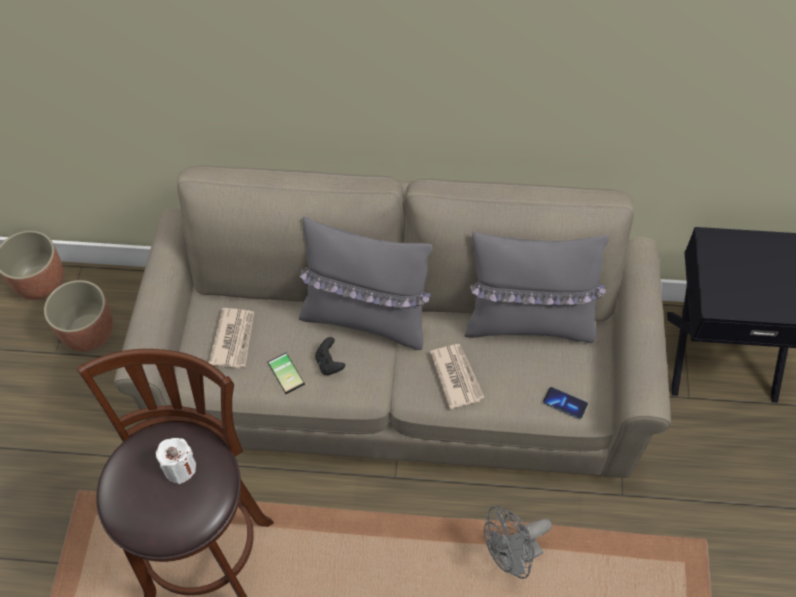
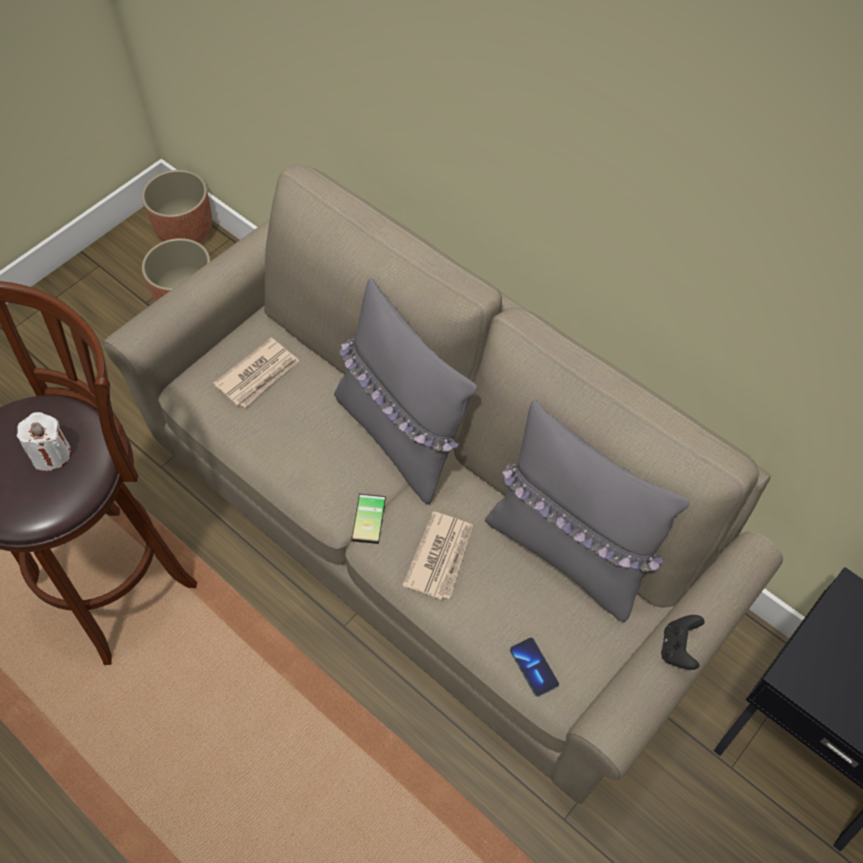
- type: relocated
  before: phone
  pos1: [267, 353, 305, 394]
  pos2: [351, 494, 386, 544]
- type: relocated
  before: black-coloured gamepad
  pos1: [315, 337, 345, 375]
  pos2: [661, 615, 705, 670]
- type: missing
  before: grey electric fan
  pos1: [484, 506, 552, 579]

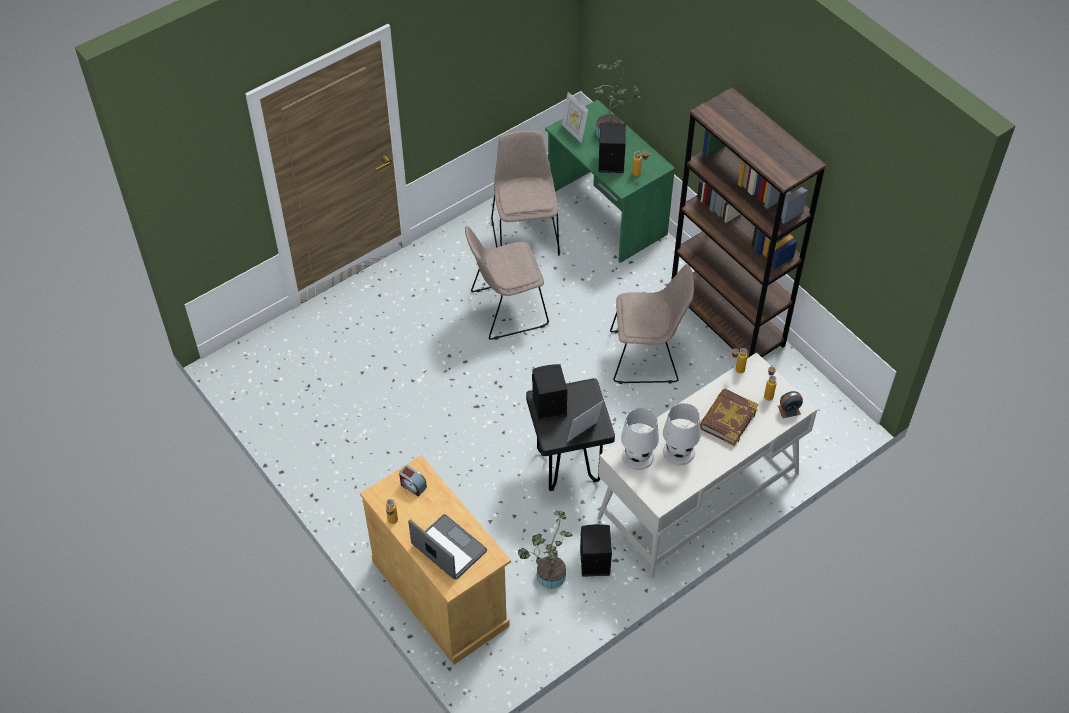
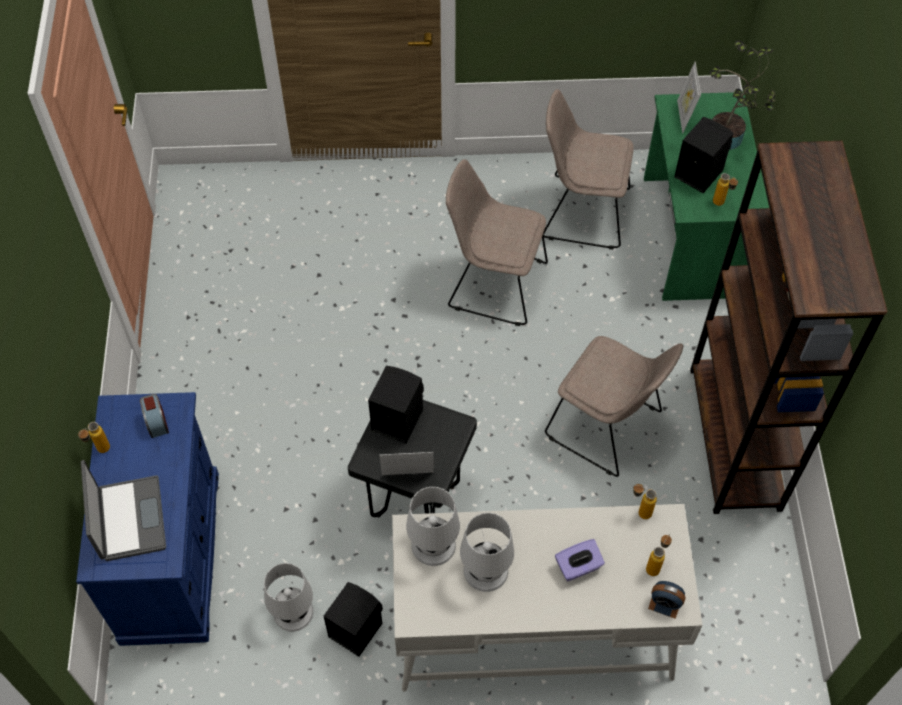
- type: colour
  before: sand-coloured cabinet
  after: bluish cabinet
  pos1: [360, 456, 511, 665]
  pos2: [76, 392, 219, 646]
- type: exchanged
  before: potted plant
  after: white-coloured tabletop lamp
  pos1: [518, 511, 572, 589]
  pos2: [264, 563, 313, 632]
- type: spun
  before: sand-coloured upright chair
  pos1: [491, 131, 560, 256]
  pos2: [543, 89, 634, 249]
  turn: -105
- type: exchanged
  before: book
  after: purple tissue box
  pos1: [700, 389, 759, 446]
  pos2: [555, 539, 605, 581]

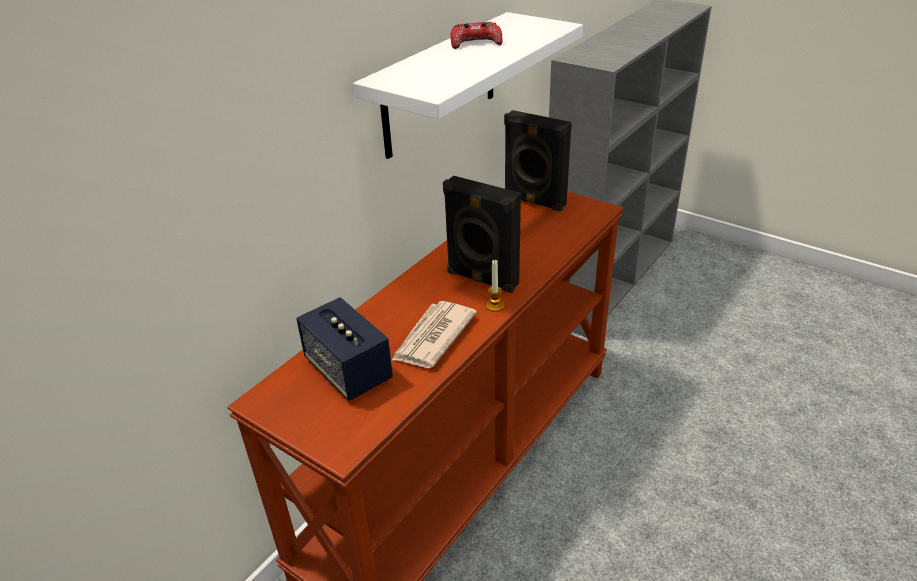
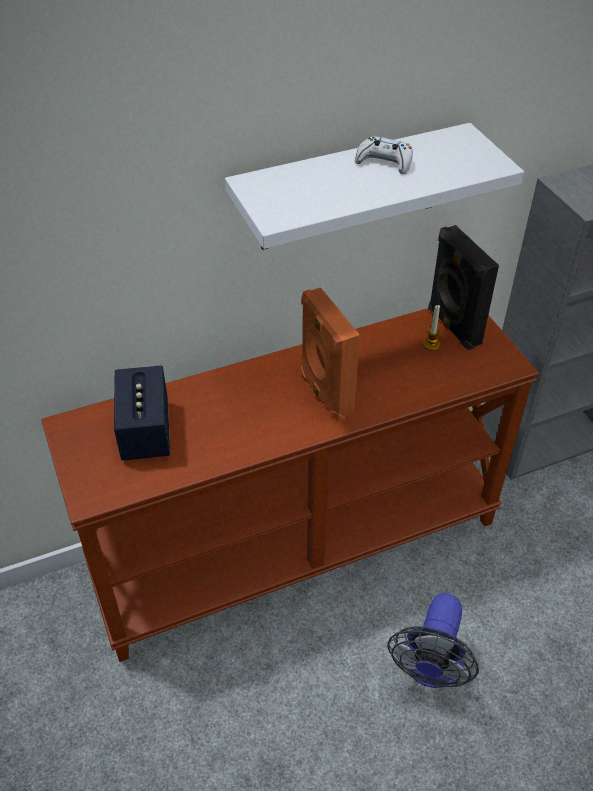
- type: colour
  before: black-coloured audio speaker
  after: orangey audio speaker
  pos1: [443, 176, 521, 293]
  pos2: [301, 287, 360, 421]
- type: colour
  before: red gamepad
  after: white-coloured gamepad
  pos1: [451, 21, 503, 49]
  pos2: [355, 137, 413, 174]
- type: appeared
  after: electric fan
  pos2: [388, 593, 479, 688]
- type: relocated
  before: wax candle
  pos1: [486, 260, 504, 312]
  pos2: [423, 305, 440, 351]
- type: missing
  before: daily paper
  pos1: [391, 301, 477, 368]

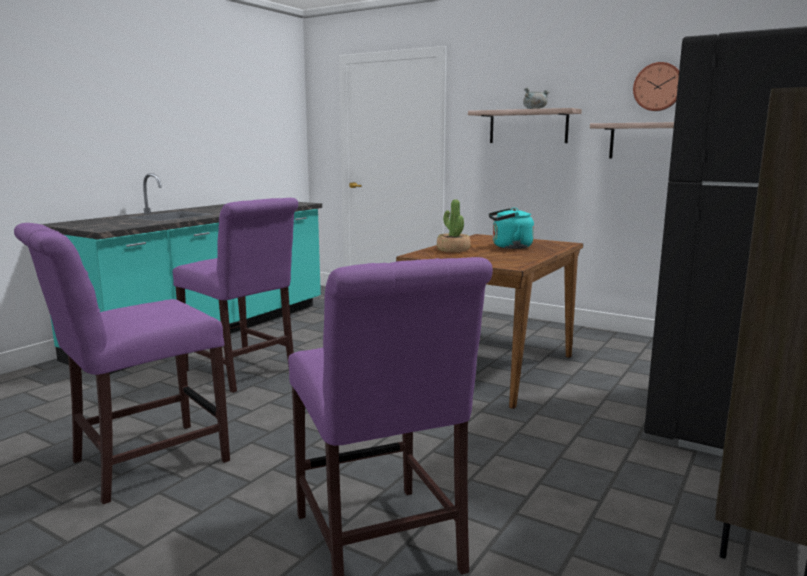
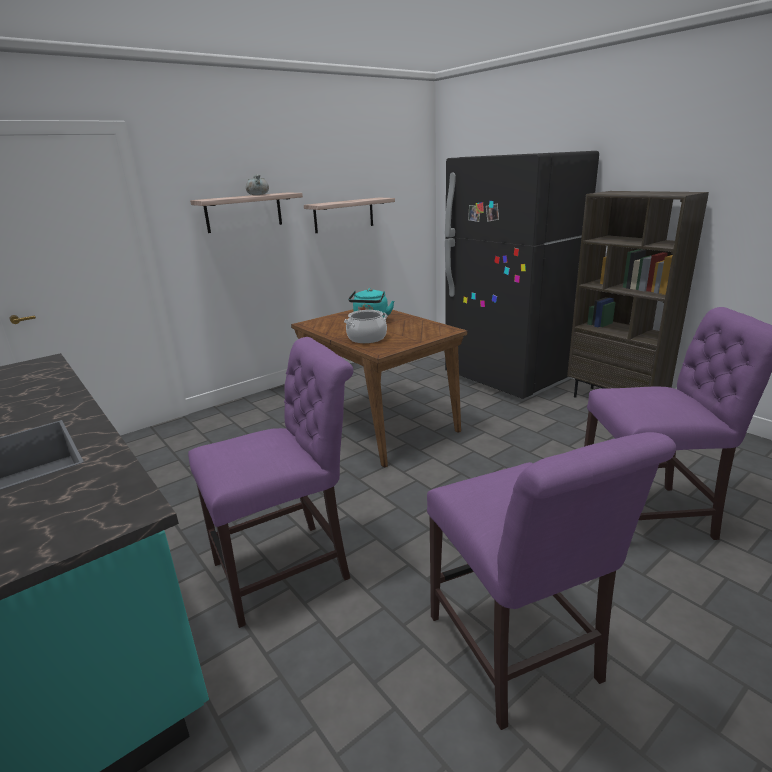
- type: exchanged
  before: potted plant
  after: stockpot
  pos1: [437, 199, 471, 252]
  pos2: [344, 310, 387, 343]
- type: missing
  before: wall clock
  pos1: [633, 62, 679, 111]

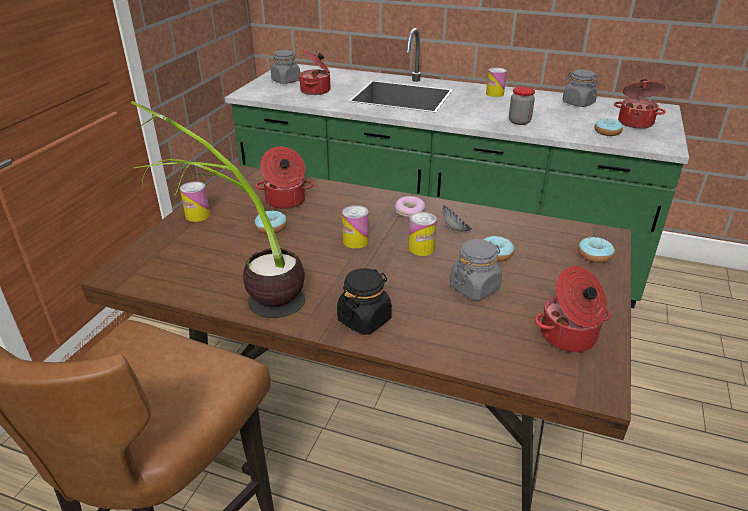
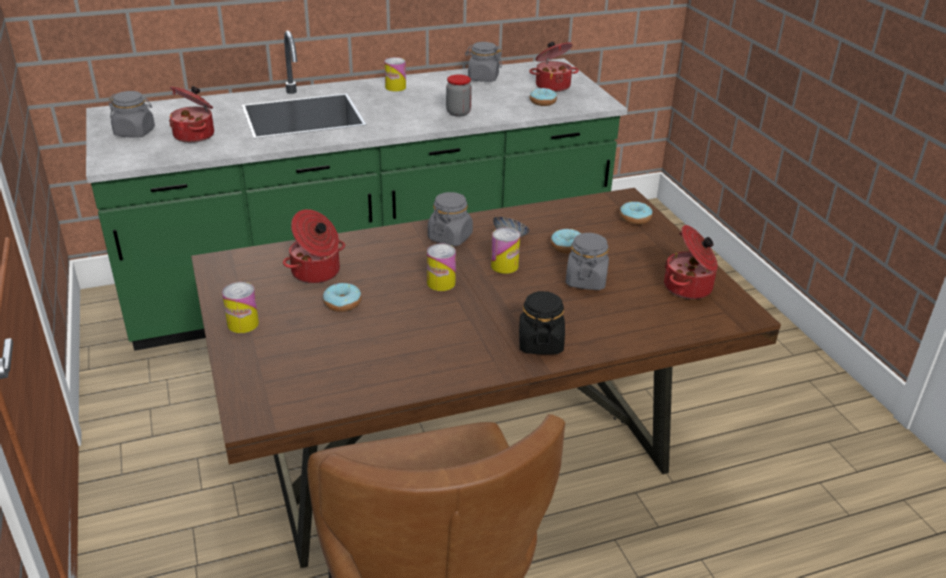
- type: exchanged
  before: doughnut
  after: grey jar
  pos1: [395, 196, 425, 218]
  pos2: [428, 192, 473, 246]
- type: missing
  before: potted plant
  pos1: [131, 101, 305, 318]

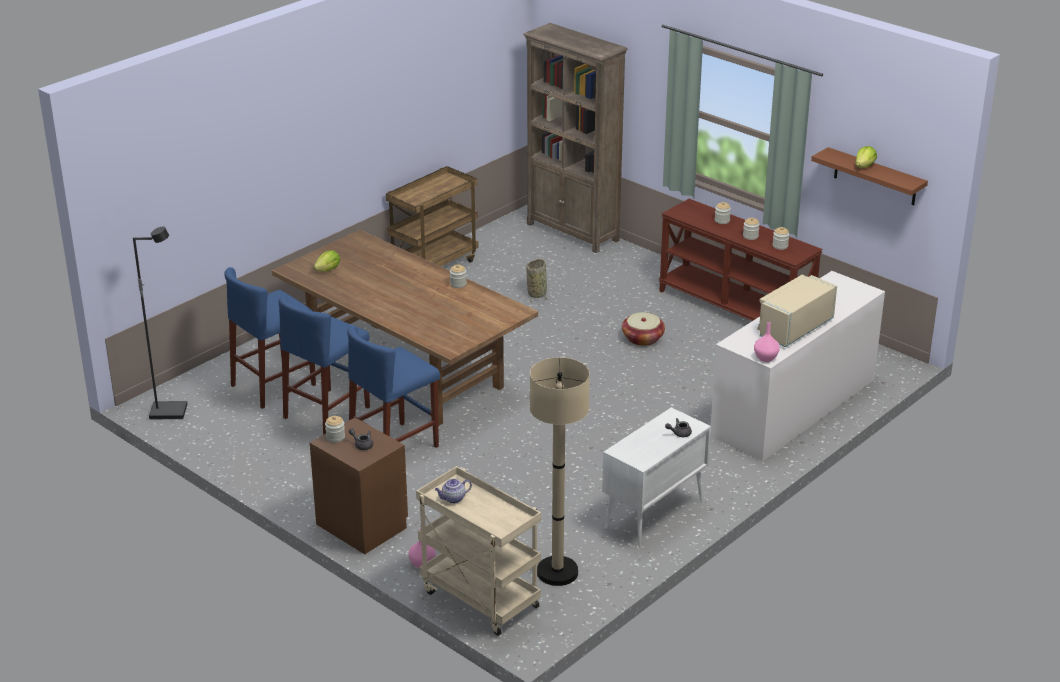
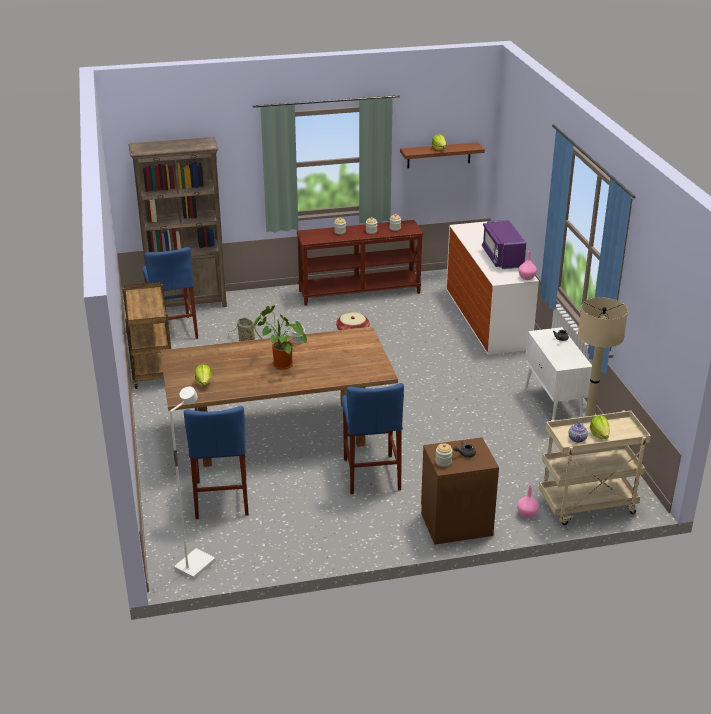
- type: relocated
  before: bluish stool
  pos1: [279, 296, 370, 435]
  pos2: [142, 247, 198, 339]
- type: colour
  before: black-coloured standard lamp
  after: white-coloured standard lamp
  pos1: [133, 226, 187, 419]
  pos2: [170, 386, 215, 579]
- type: appeared
  after: potted plant
  pos2: [253, 305, 307, 370]
- type: colour
  before: sand-coloured kitchen microwave
  after: purple kitchen microwave
  pos1: [757, 275, 837, 347]
  pos2: [482, 220, 526, 269]
- type: appeared
  after: lettuce head
  pos2: [590, 415, 610, 439]

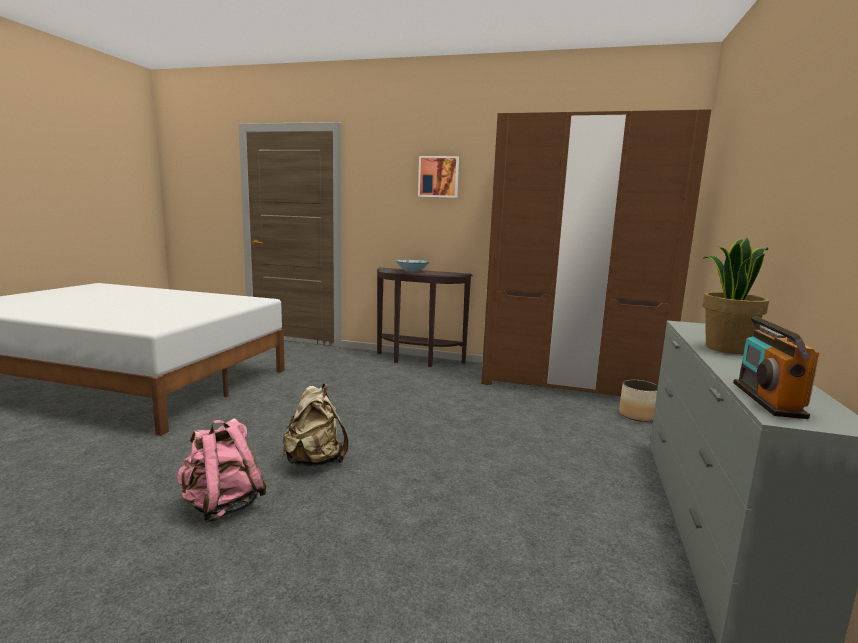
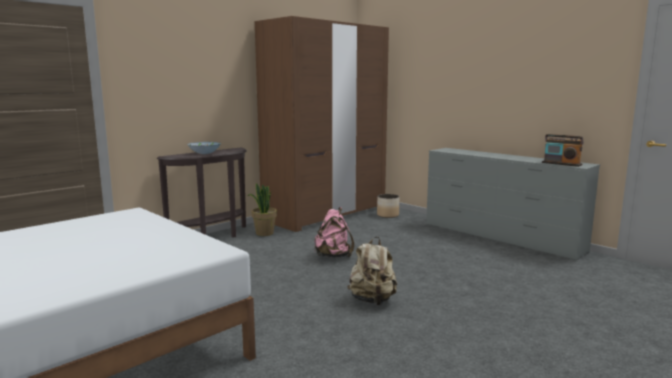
- type: relocated
  before: potted plant
  pos1: [702, 237, 769, 354]
  pos2: [247, 183, 277, 236]
- type: relocated
  before: pinkish backpack
  pos1: [177, 418, 267, 523]
  pos2: [314, 207, 354, 258]
- type: missing
  before: picture
  pos1: [418, 156, 459, 198]

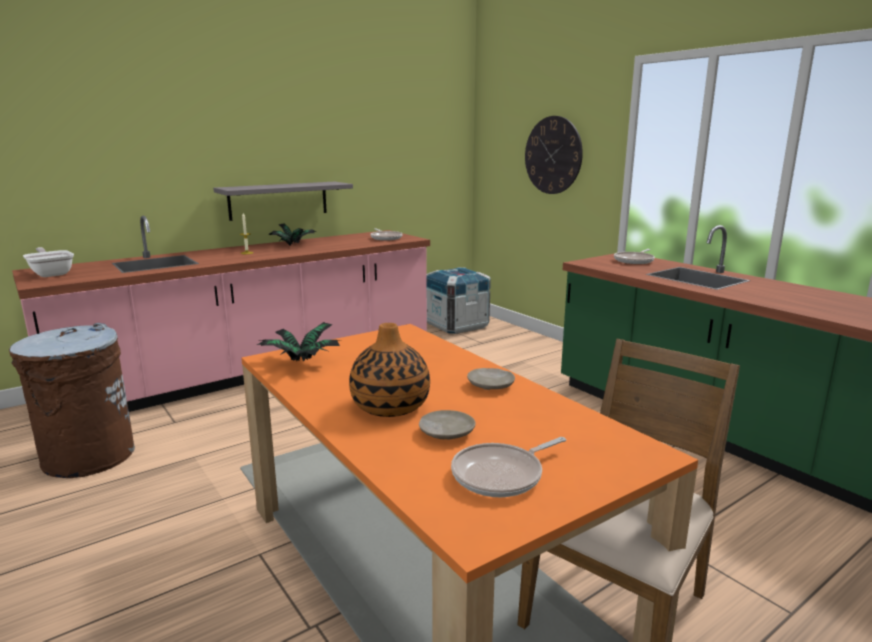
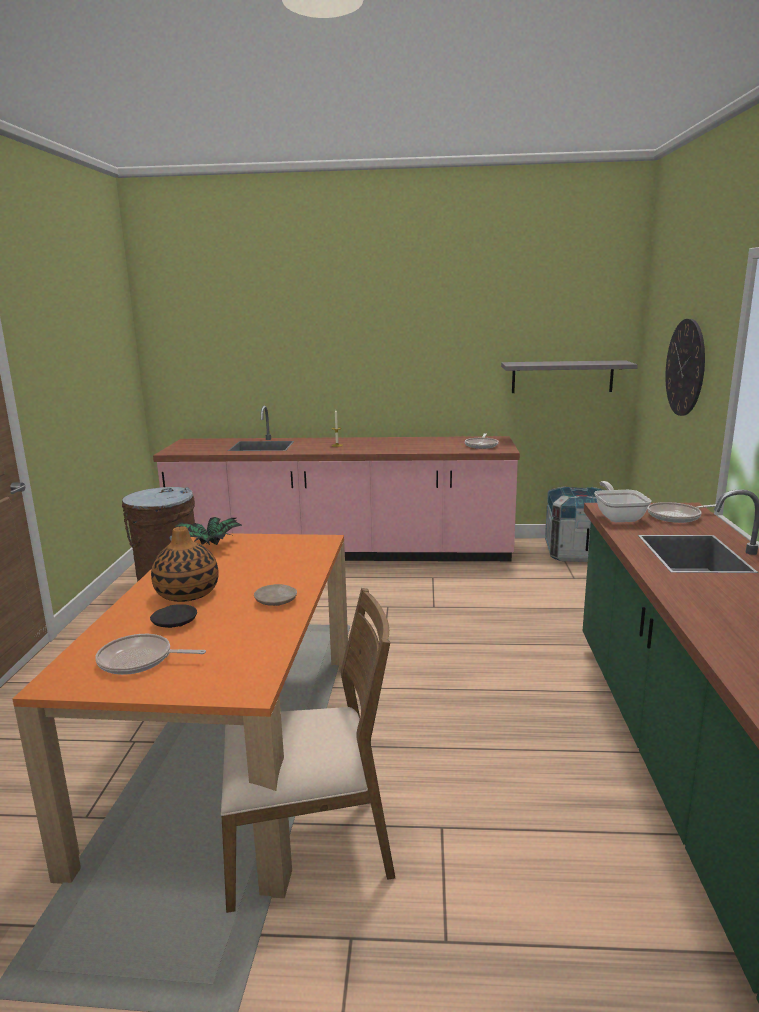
- type: colour
  before: sand-coloured dinner plate
  after: black-coloured dinner plate
  pos1: [419, 410, 476, 439]
  pos2: [150, 604, 197, 628]
- type: relocated
  before: grey bracket shelf
  pos1: [213, 182, 353, 221]
  pos2: [501, 360, 638, 393]
- type: relocated
  before: skillet
  pos1: [23, 247, 74, 277]
  pos2: [594, 481, 652, 522]
- type: missing
  before: potted plant
  pos1: [269, 223, 317, 246]

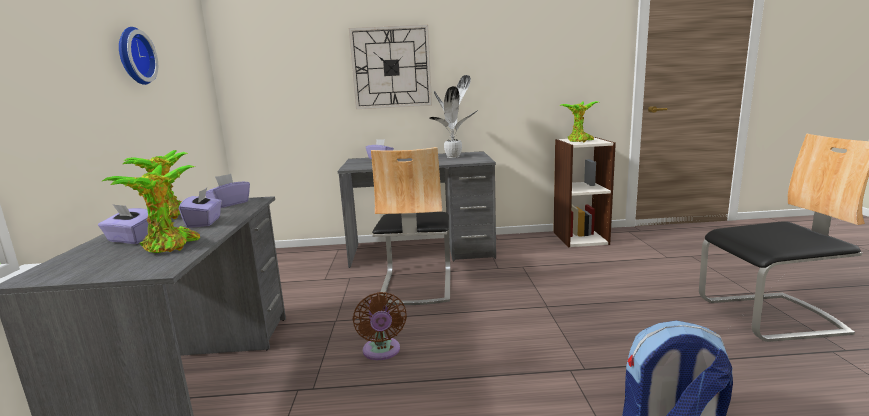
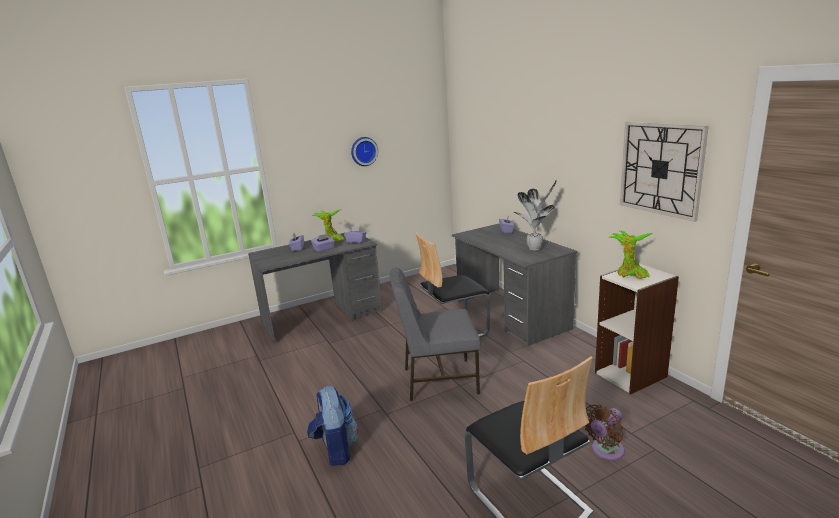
- type: appeared
  after: grey upright chair
  pos2: [390, 268, 481, 401]
- type: relocated
  before: brown electric fan
  pos1: [353, 292, 407, 360]
  pos2: [585, 404, 625, 460]
- type: relocated
  before: wall clock
  pos1: [349, 25, 432, 109]
  pos2: [620, 122, 709, 222]
- type: missing
  before: potted plant
  pos1: [102, 164, 200, 253]

